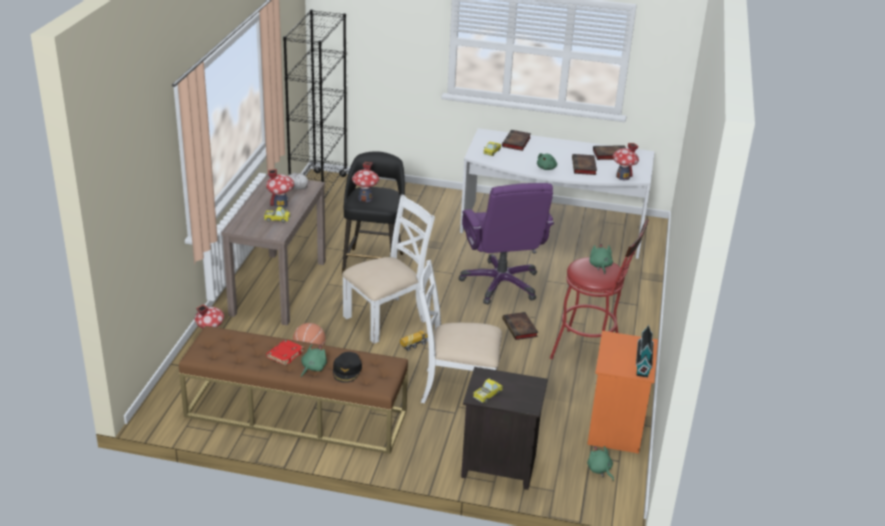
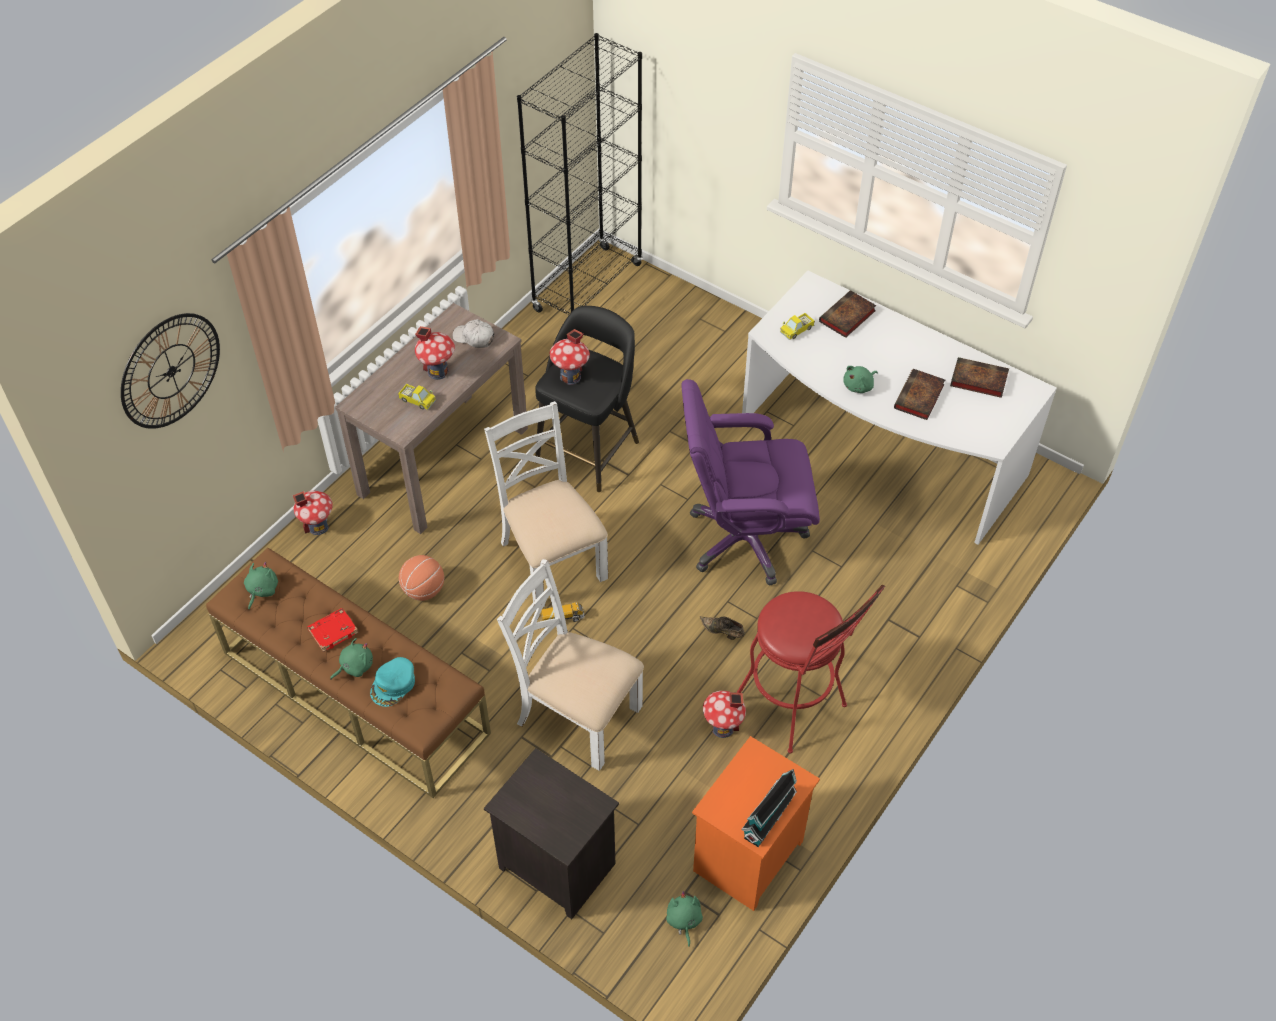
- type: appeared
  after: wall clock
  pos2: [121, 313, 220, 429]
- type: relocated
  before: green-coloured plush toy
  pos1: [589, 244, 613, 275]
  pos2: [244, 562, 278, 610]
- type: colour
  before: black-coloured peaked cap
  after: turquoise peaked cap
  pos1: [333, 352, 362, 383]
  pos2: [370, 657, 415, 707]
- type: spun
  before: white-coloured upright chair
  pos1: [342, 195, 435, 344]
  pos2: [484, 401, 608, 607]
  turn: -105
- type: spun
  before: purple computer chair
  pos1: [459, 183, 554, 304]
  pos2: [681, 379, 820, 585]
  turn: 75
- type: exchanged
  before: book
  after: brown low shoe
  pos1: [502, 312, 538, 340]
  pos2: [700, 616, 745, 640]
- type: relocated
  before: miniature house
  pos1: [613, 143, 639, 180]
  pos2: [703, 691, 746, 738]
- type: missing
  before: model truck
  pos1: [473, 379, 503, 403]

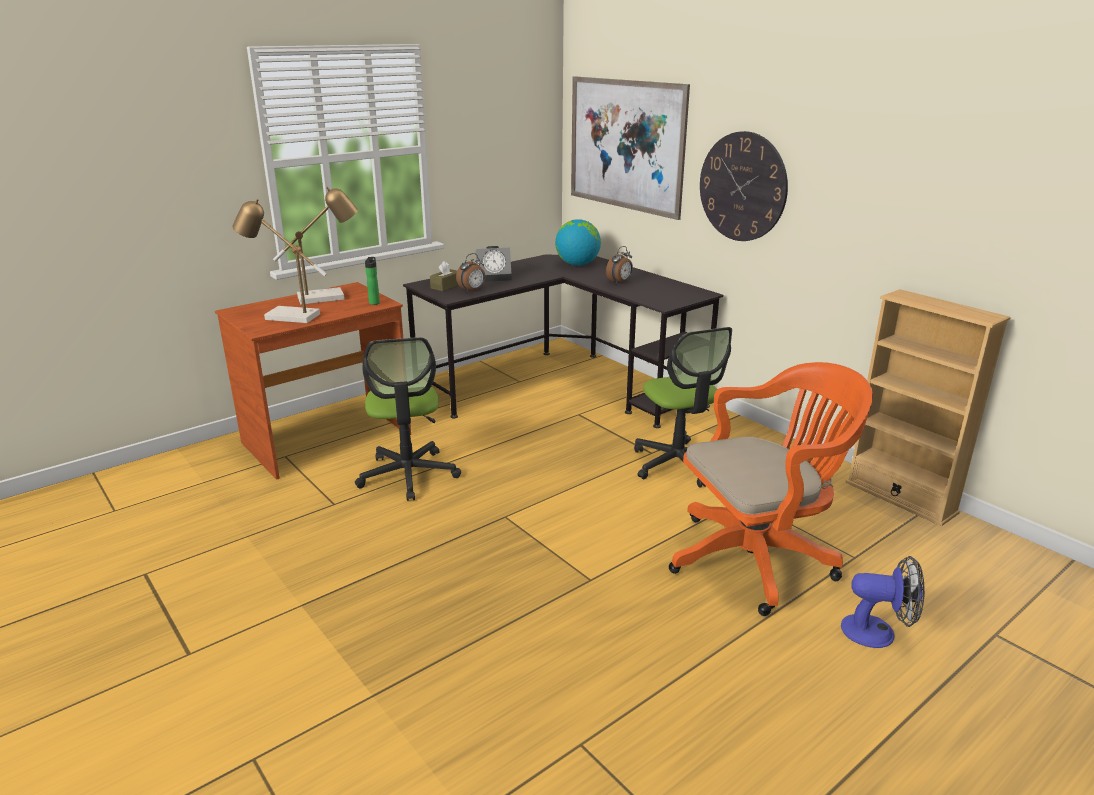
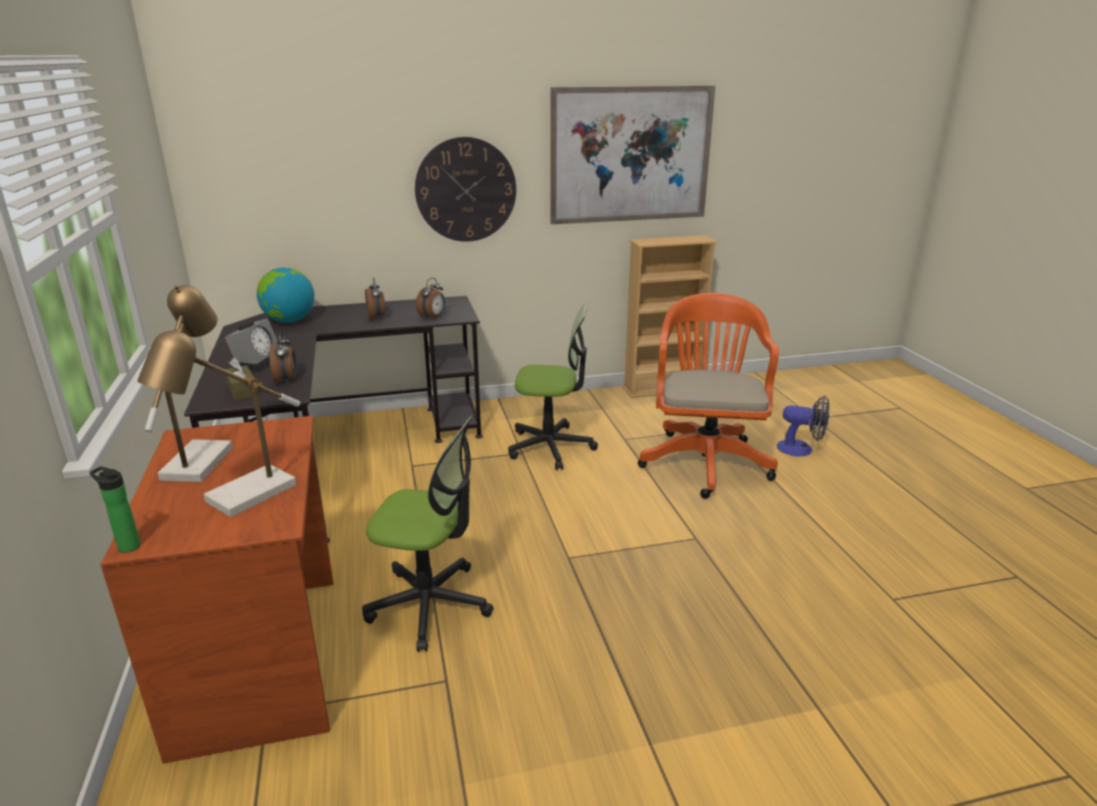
- type: relocated
  before: beverage bottle
  pos1: [365, 257, 380, 305]
  pos2: [89, 466, 141, 553]
- type: appeared
  after: bedside clock
  pos2: [416, 278, 445, 320]
- type: relocated
  before: picture
  pos1: [571, 76, 690, 220]
  pos2: [550, 86, 715, 224]
- type: spun
  before: electric fan
  pos1: [841, 556, 925, 648]
  pos2: [777, 395, 829, 456]
  turn: 75

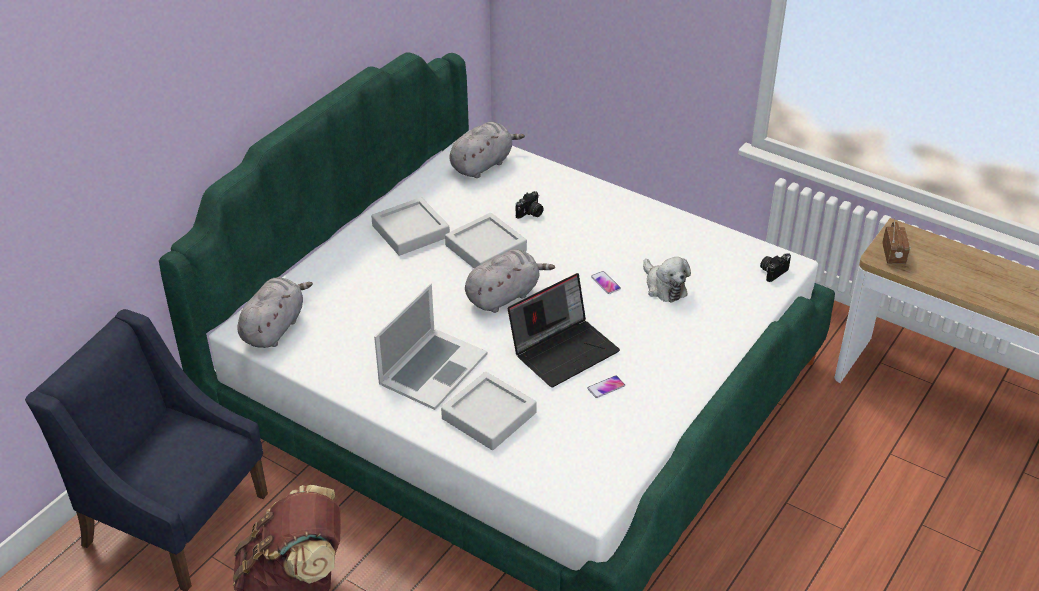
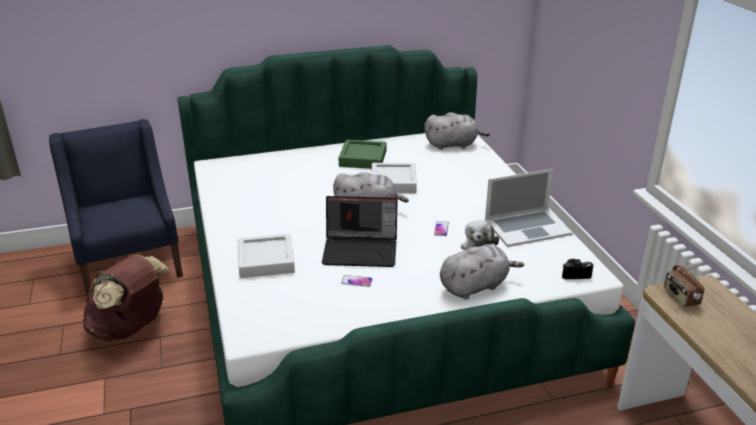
- type: colour
  before: grey carrying tray
  after: green-coloured carrying tray
  pos1: [371, 197, 450, 256]
  pos2: [339, 140, 386, 169]
- type: relocated
  before: grey plush toy
  pos1: [237, 277, 313, 348]
  pos2: [440, 244, 524, 299]
- type: relocated
  before: laptop
  pos1: [374, 283, 488, 410]
  pos2: [485, 169, 573, 247]
- type: spun
  before: radio receiver
  pos1: [883, 216, 911, 264]
  pos2: [664, 265, 704, 307]
  turn: 120
- type: missing
  before: still camera
  pos1: [516, 191, 544, 219]

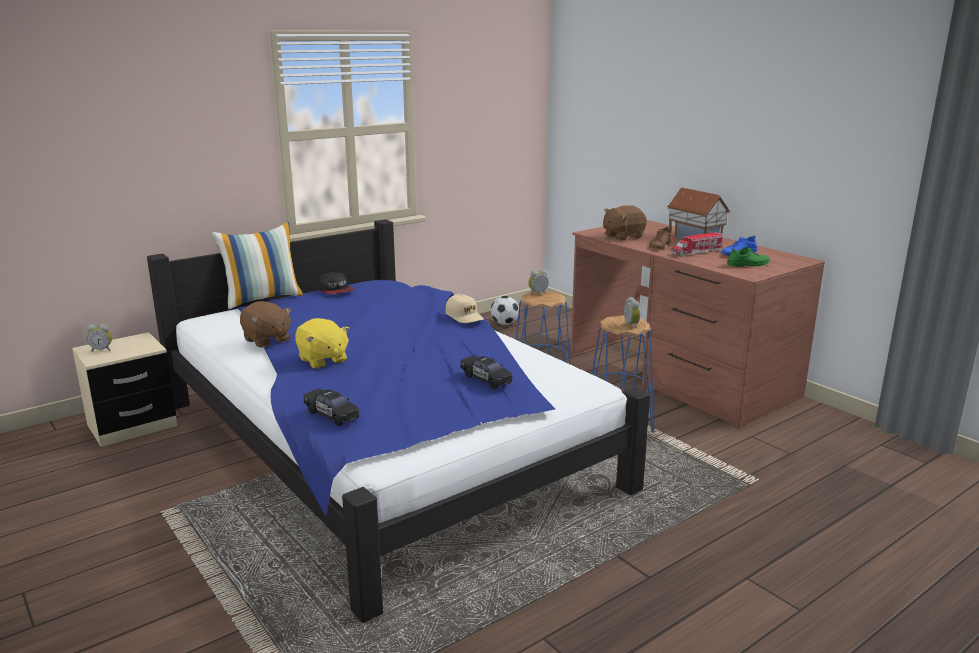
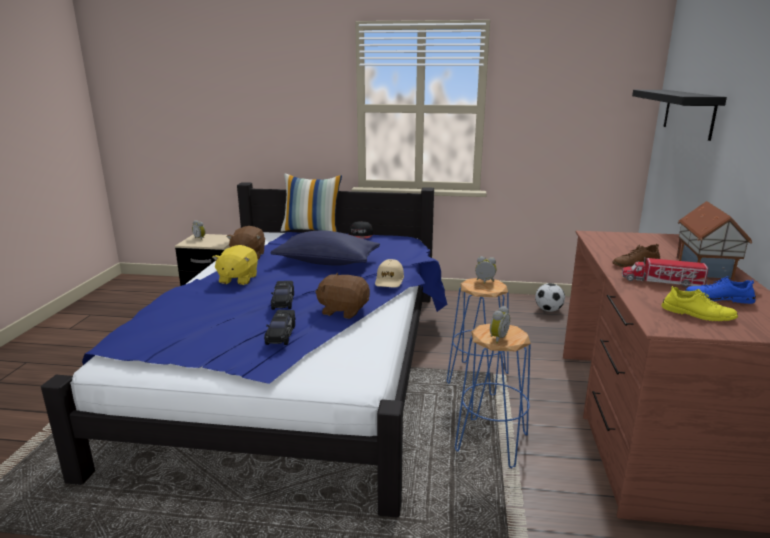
- type: appeared
  after: bluish throw pillow
  pos2: [271, 231, 380, 265]
- type: relocated
  before: black-coloured miniature car
  pos1: [303, 388, 359, 426]
  pos2: [271, 281, 294, 310]
- type: relocated
  before: brown plush toy
  pos1: [603, 206, 647, 241]
  pos2: [315, 273, 370, 319]
- type: appeared
  after: black-coloured bracket shelf
  pos2: [632, 90, 727, 141]
- type: colour
  before: green-coloured low shoe
  after: yellow-coloured low shoe
  pos1: [727, 247, 770, 267]
  pos2: [661, 286, 738, 321]

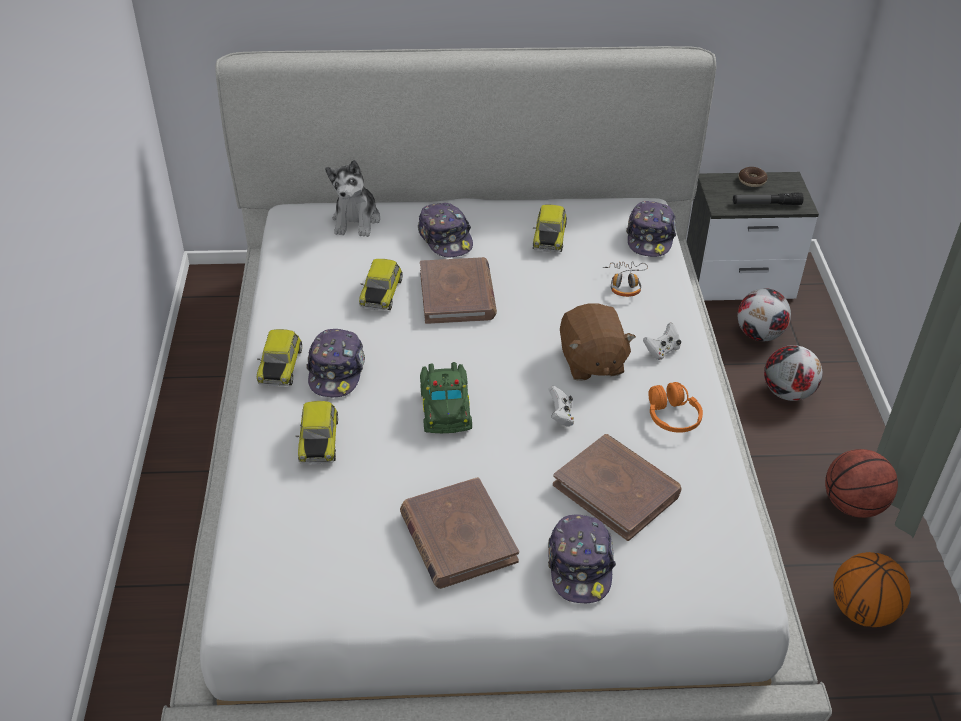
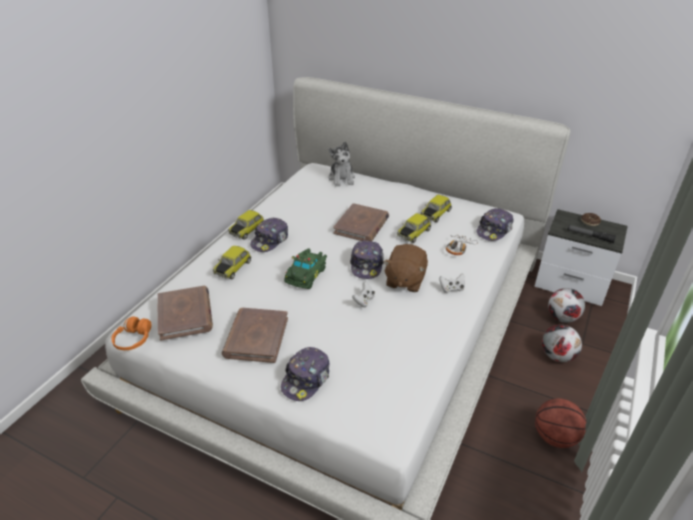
- type: relocated
  before: orangey headphones
  pos1: [648, 382, 703, 433]
  pos2: [111, 316, 151, 350]
- type: relocated
  before: brown book
  pos1: [553, 434, 681, 541]
  pos2: [157, 286, 213, 341]
- type: spun
  before: plush toy
  pos1: [325, 160, 380, 237]
  pos2: [328, 142, 355, 187]
  turn: -45
- type: relocated
  before: peaked cap
  pos1: [418, 203, 473, 257]
  pos2: [350, 240, 384, 279]
- type: relocated
  before: miniature car
  pos1: [359, 259, 403, 311]
  pos2: [397, 213, 431, 243]
- type: missing
  before: basketball
  pos1: [833, 552, 911, 627]

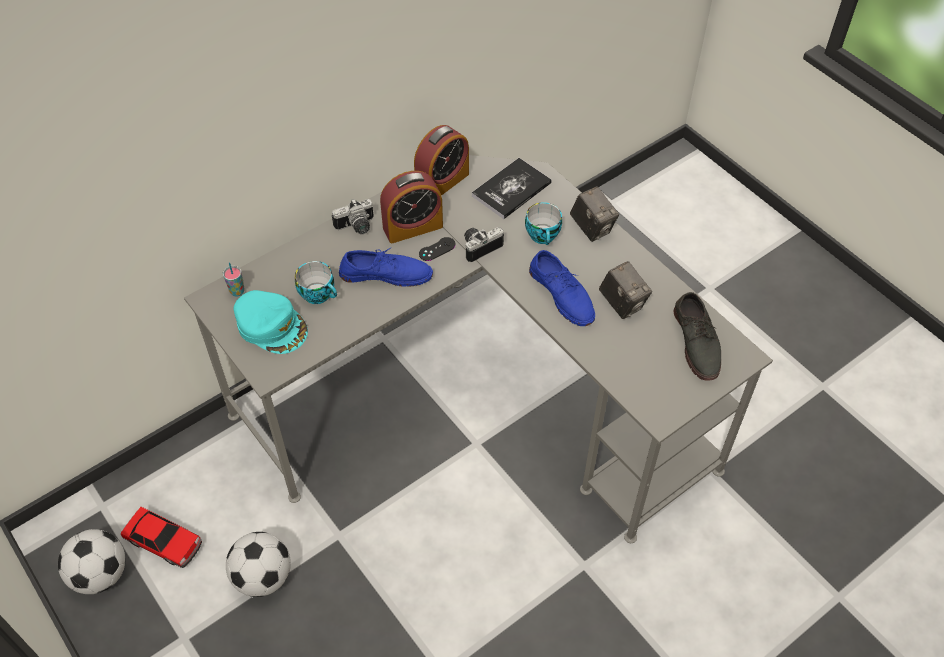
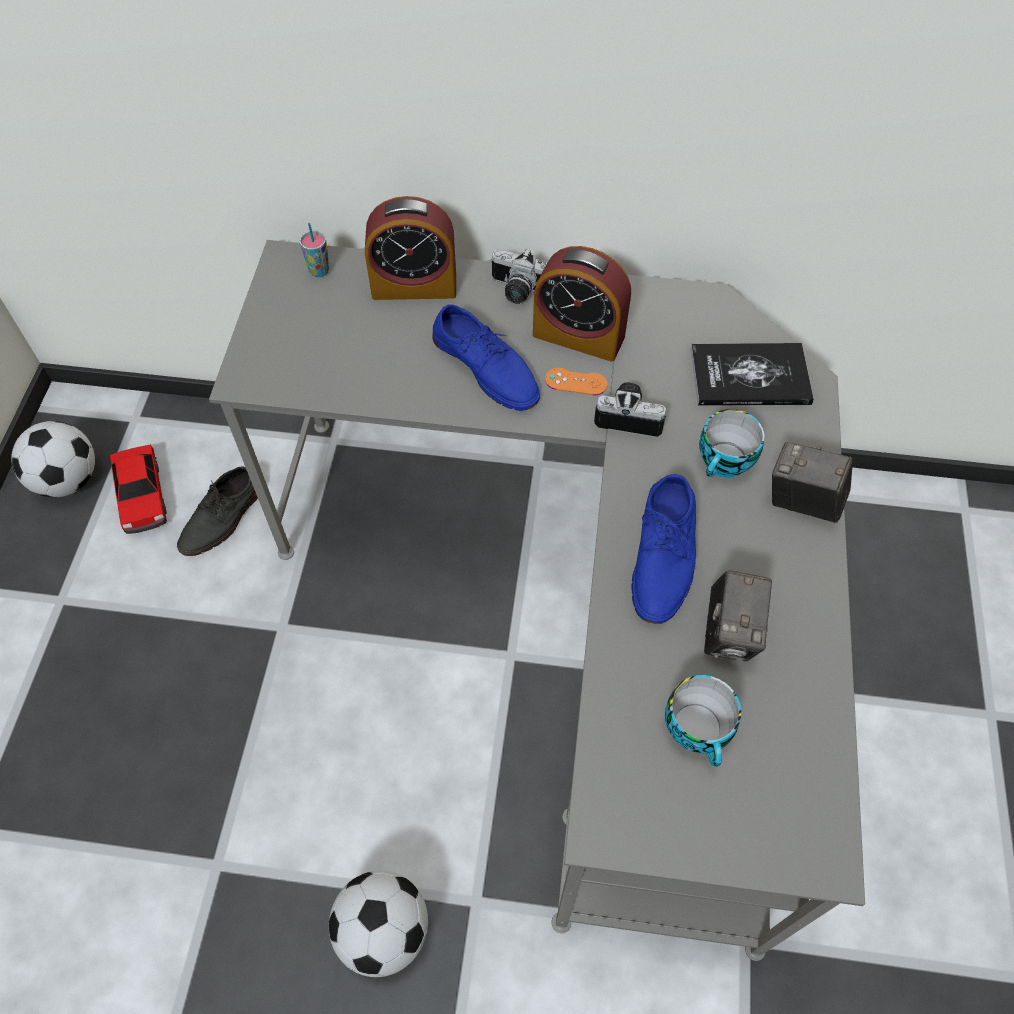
- type: relocated
  before: grey low shoe
  pos1: [673, 292, 721, 381]
  pos2: [177, 466, 258, 556]
- type: relocated
  before: football ball
  pos1: [226, 532, 291, 597]
  pos2: [329, 870, 428, 977]
- type: relocated
  before: bedside clock
  pos1: [414, 125, 469, 196]
  pos2: [365, 196, 456, 300]
- type: colour
  before: black-coloured gamepad
  after: orangey gamepad
  pos1: [419, 237, 456, 261]
  pos2: [545, 368, 608, 395]
- type: relocated
  before: small cup
  pos1: [295, 261, 337, 304]
  pos2: [665, 675, 741, 767]
- type: spun
  before: still camera
  pos1: [570, 186, 619, 242]
  pos2: [772, 442, 853, 523]
  turn: 105
- type: missing
  before: turquoise peaked cap
  pos1: [234, 290, 308, 354]

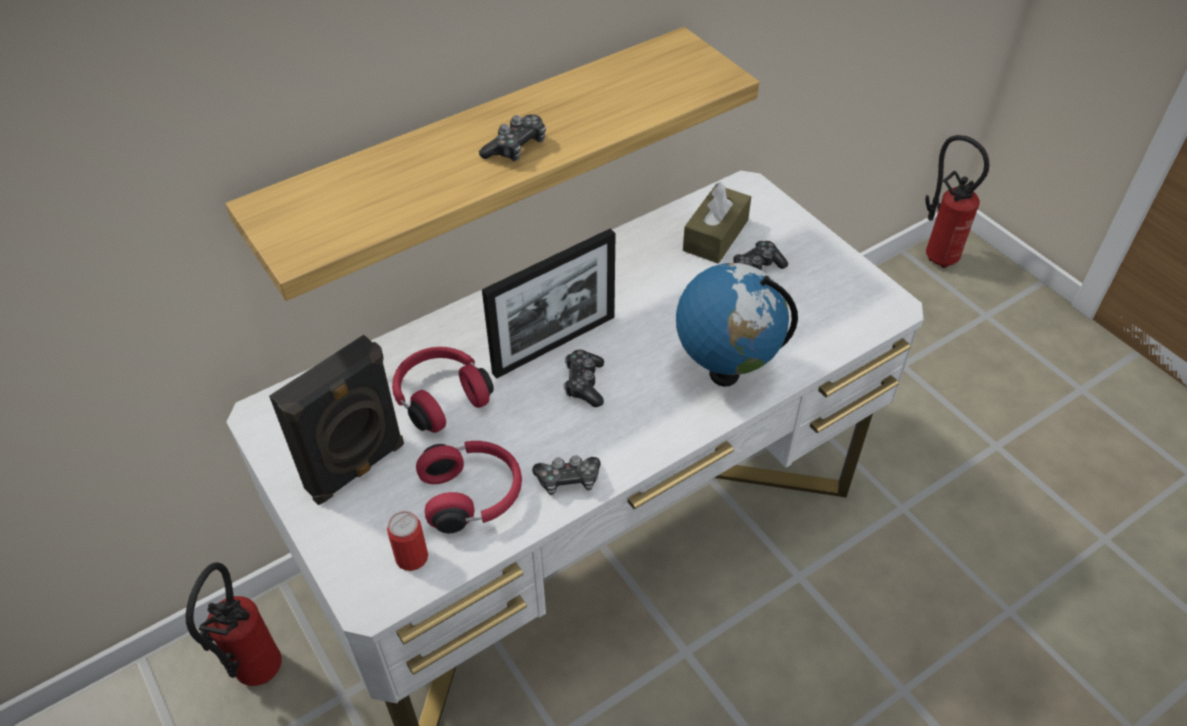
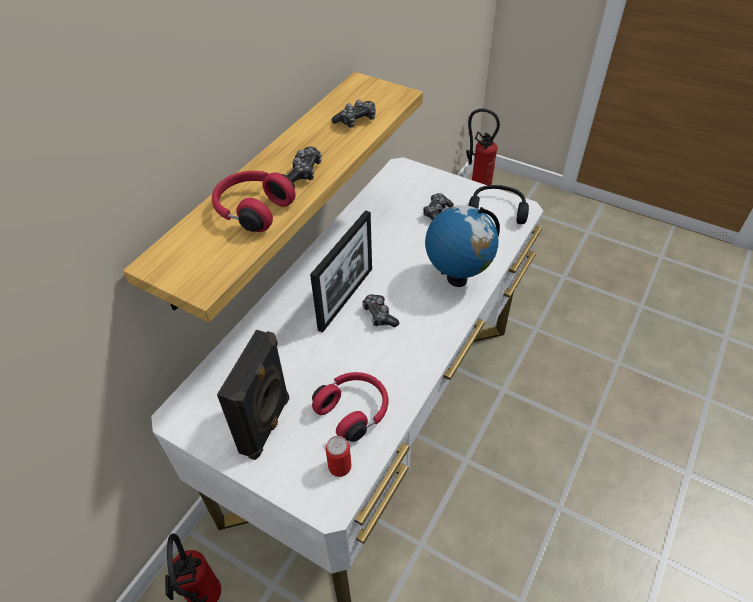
- type: relocated
  before: red headphones
  pos1: [392, 347, 494, 433]
  pos2: [212, 171, 296, 232]
- type: relocated
  before: gamepad
  pos1: [532, 455, 601, 495]
  pos2: [331, 100, 376, 128]
- type: appeared
  after: black-coloured headphones
  pos2: [468, 185, 529, 224]
- type: missing
  before: brown tissue box
  pos1: [683, 182, 751, 263]

